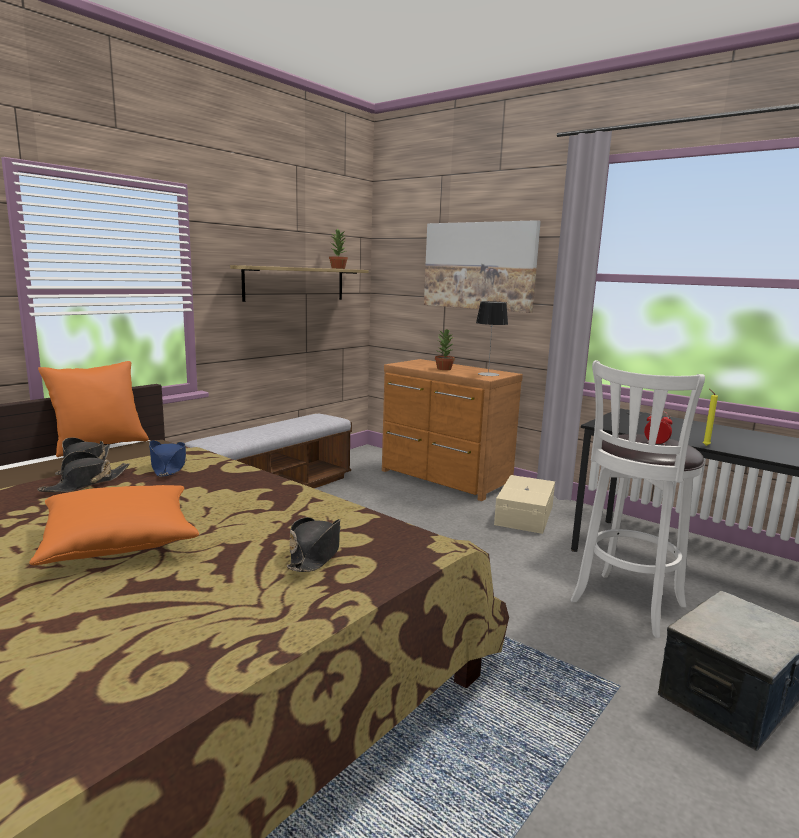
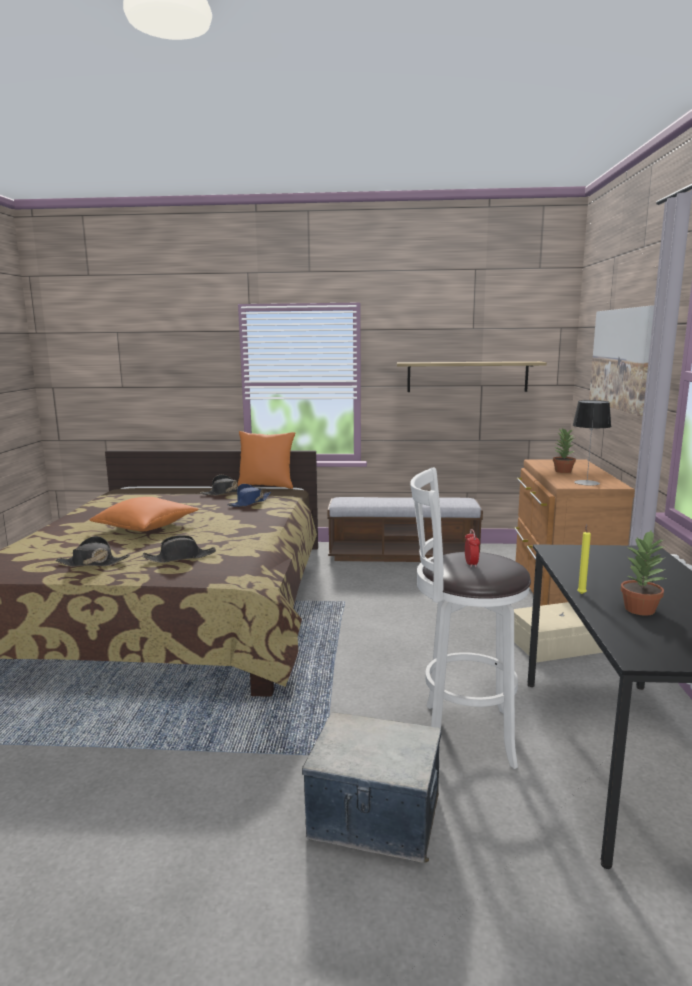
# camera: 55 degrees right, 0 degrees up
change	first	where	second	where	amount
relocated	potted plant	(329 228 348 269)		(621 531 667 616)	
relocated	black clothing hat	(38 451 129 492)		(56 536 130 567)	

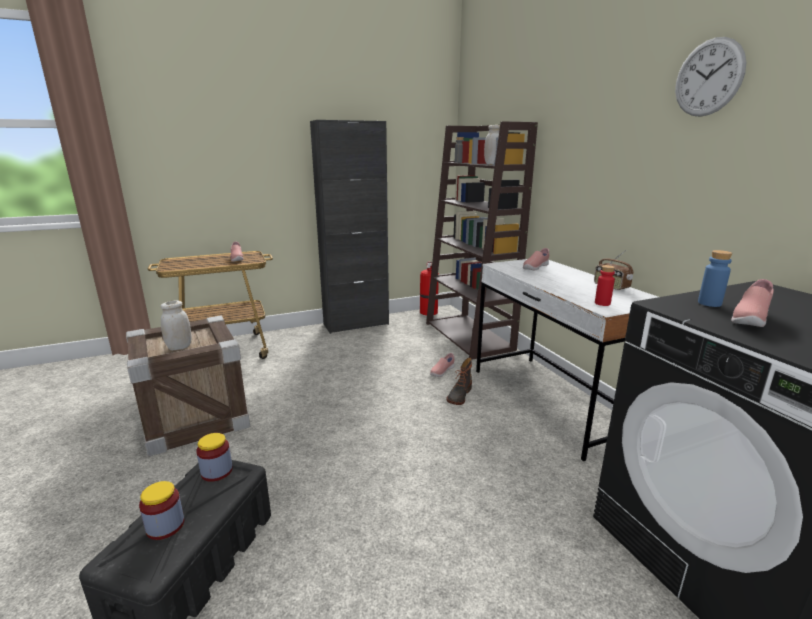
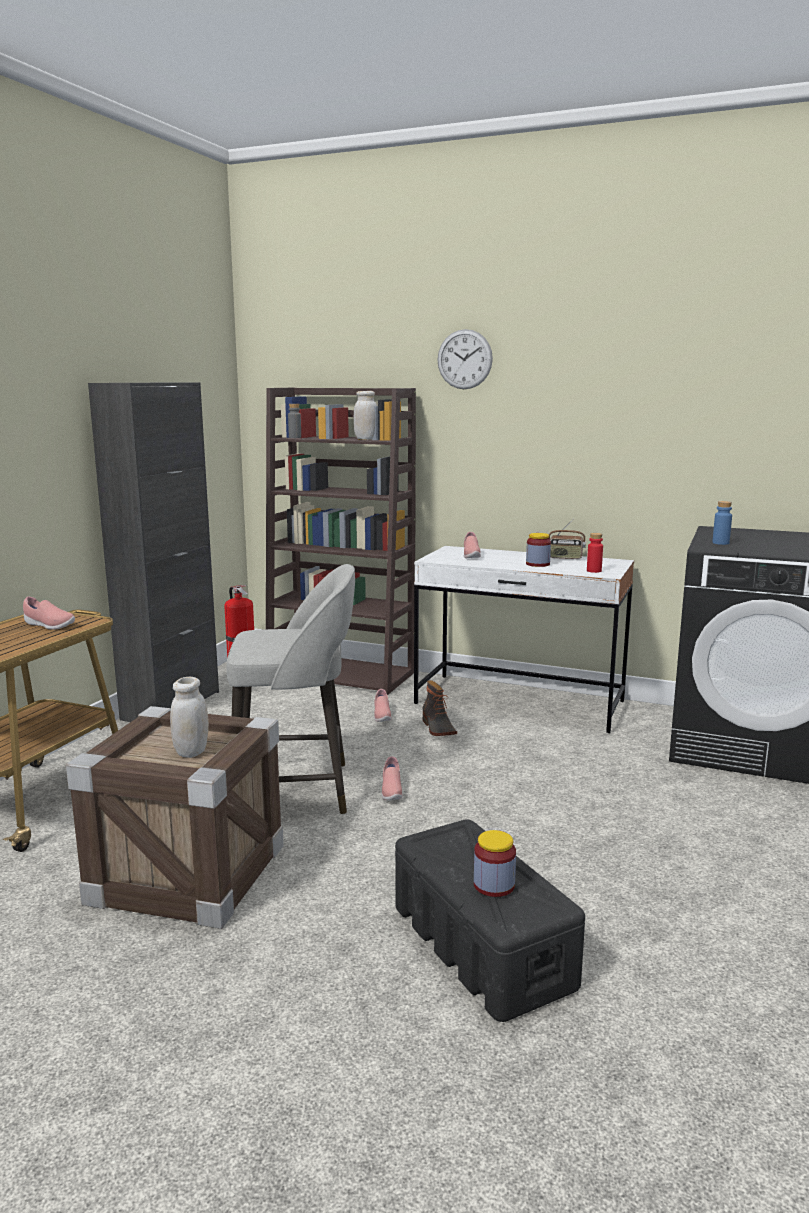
# camera: 45 degrees left, 5 degrees down
change	first	where	second	where	amount
relocated	clock on the wall	(675 37 746 117)		(437 329 493 389)	
relocated	pink shoe	(731 279 774 327)		(382 756 403 801)	
relocated	preserve jar	(196 433 233 482)		(526 533 551 567)	
appeared			gray sitting stool	(226 564 355 815)	

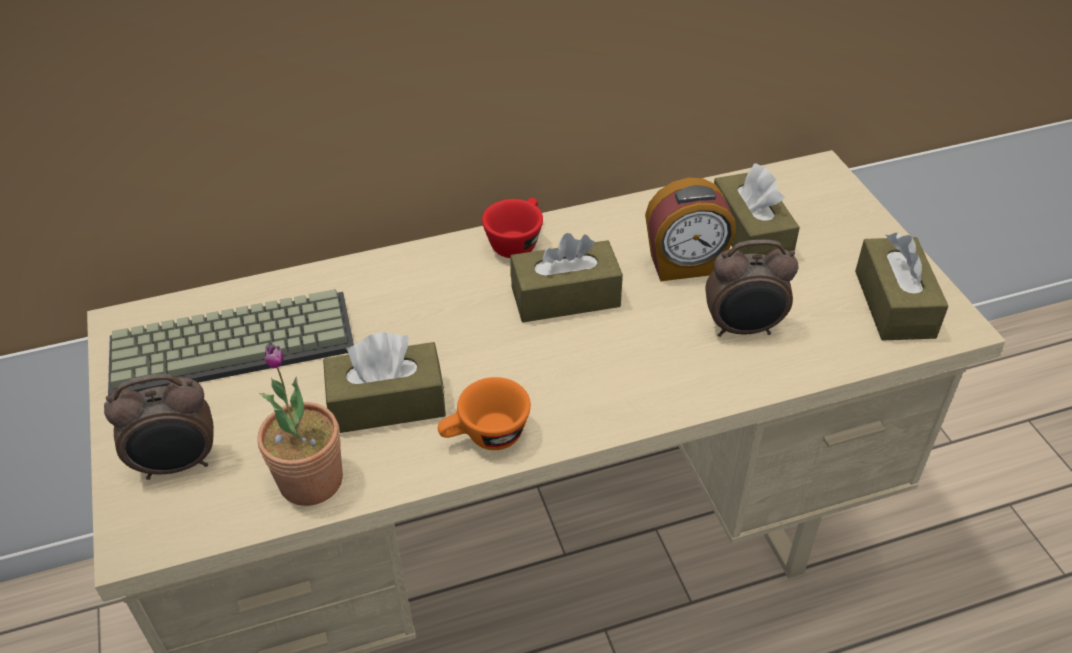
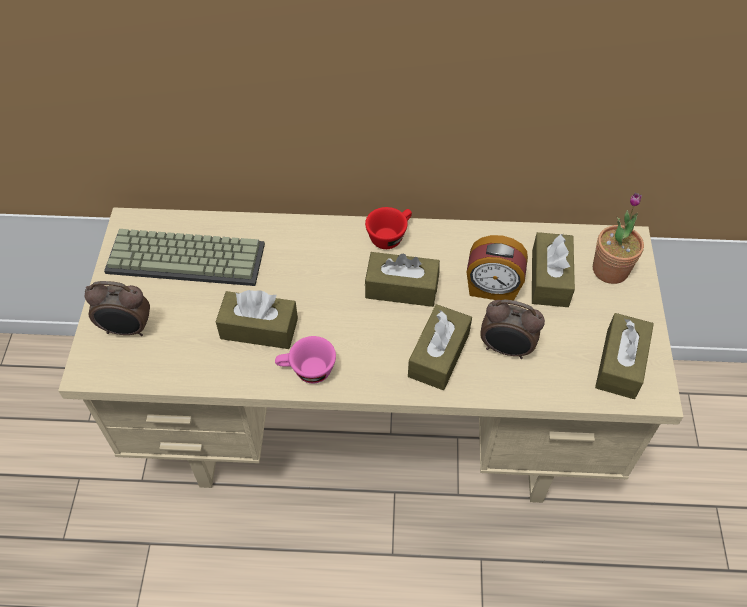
# camera: 20 degrees right, 10 degrees up
change	first	where	second	where	amount
relocated	potted plant	(258 344 343 506)		(593 192 644 284)	
colour	orange small cup	(438 377 531 450)	pink small cup	(275 336 336 384)	
appeared			brown box of tissues	(408 304 472 390)	

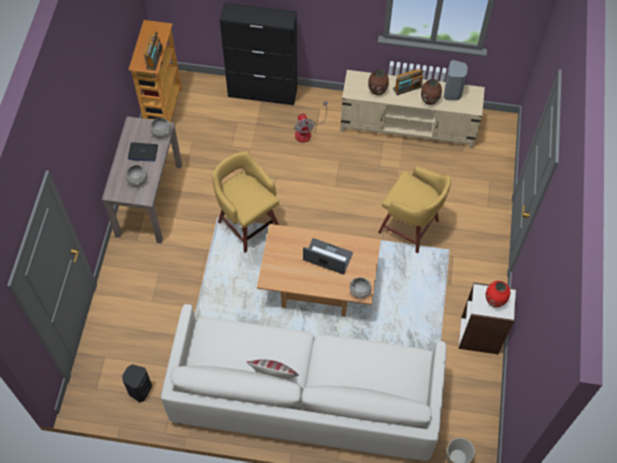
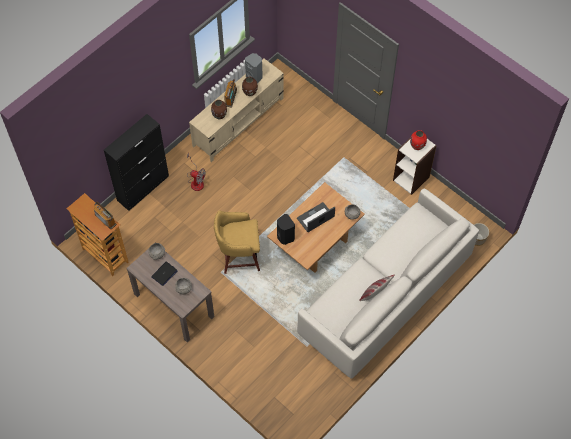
# camera: 55 degrees left, 0 degrees up
change	first	where	second	where	amount
missing	yellow sitting stool	(378 166 451 253)			
relocated	black speaker	(122 364 152 402)		(277 214 295 245)	

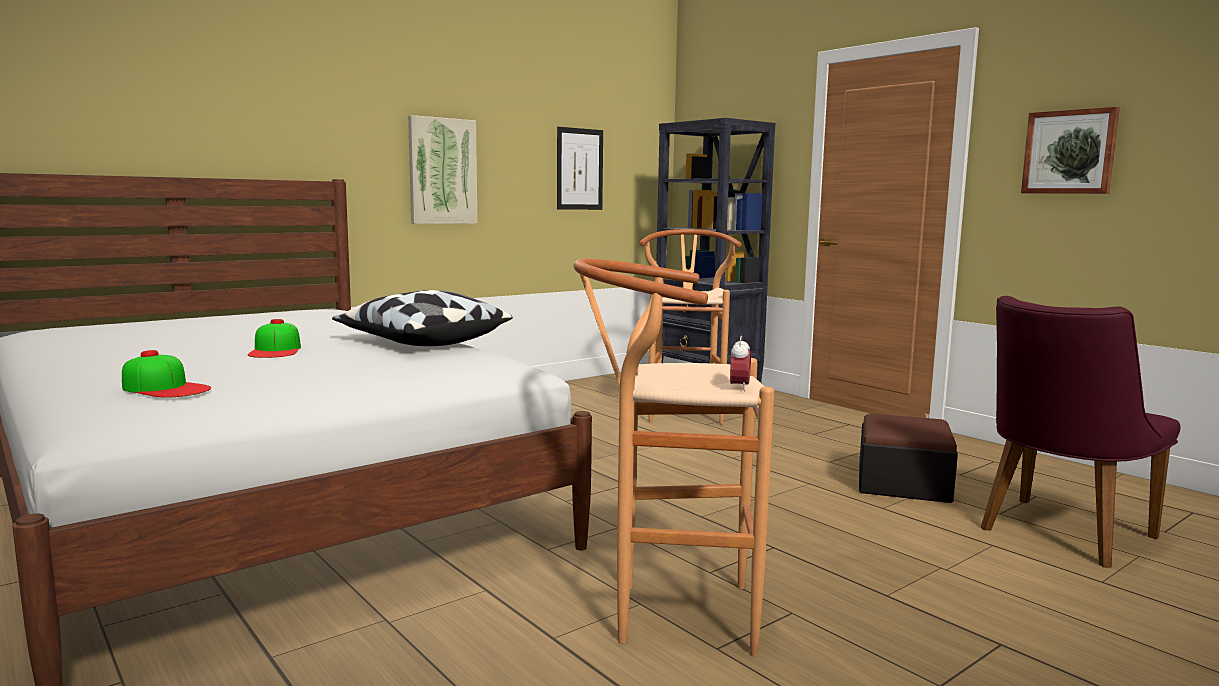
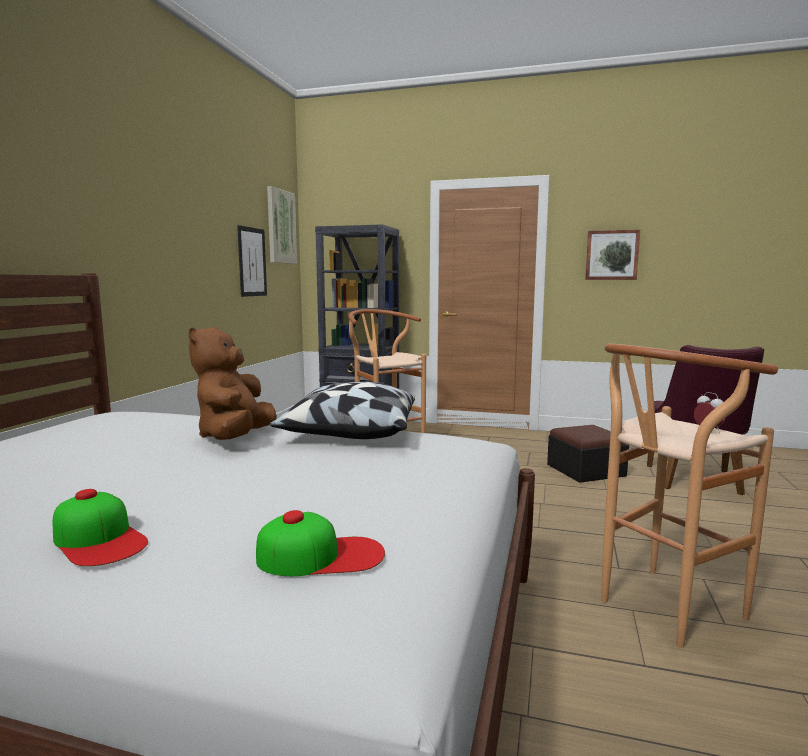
# camera: 35 degrees left, 0 degrees up
change	first	where	second	where	amount
relocated	wall picture	(408 115 478 224)		(267 186 297 264)	
relocated	cap	(248 319 301 358)		(53 489 148 566)	
appeared			brown plush toy	(189 327 277 440)	

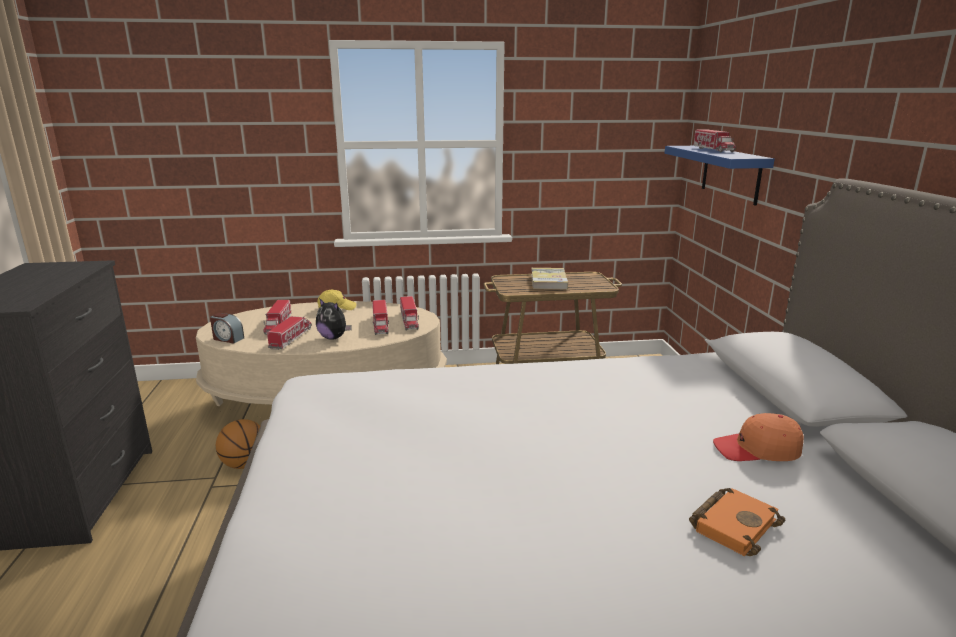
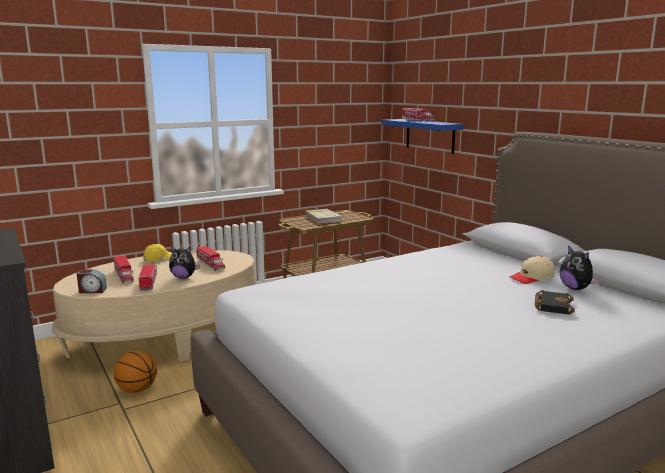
# camera: 25 degrees left, 5 degrees down
change	first	where	second	where	amount
missing	model truck	(400 296 419 330)			
colour	orange cap	(713 413 804 461)	sand-coloured cap	(510 256 555 284)	
colour	orange bound book	(689 488 786 556)	black bound book	(535 290 575 315)	
appeared			plush toy	(559 246 599 290)	

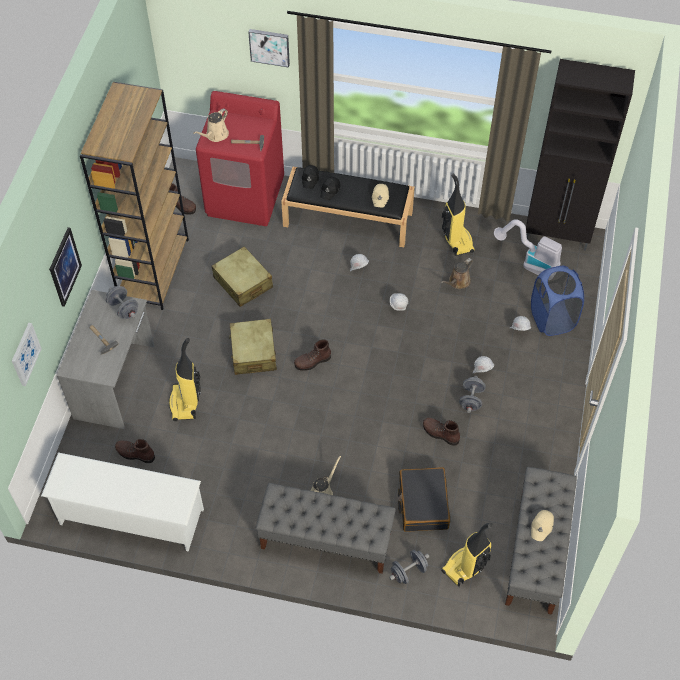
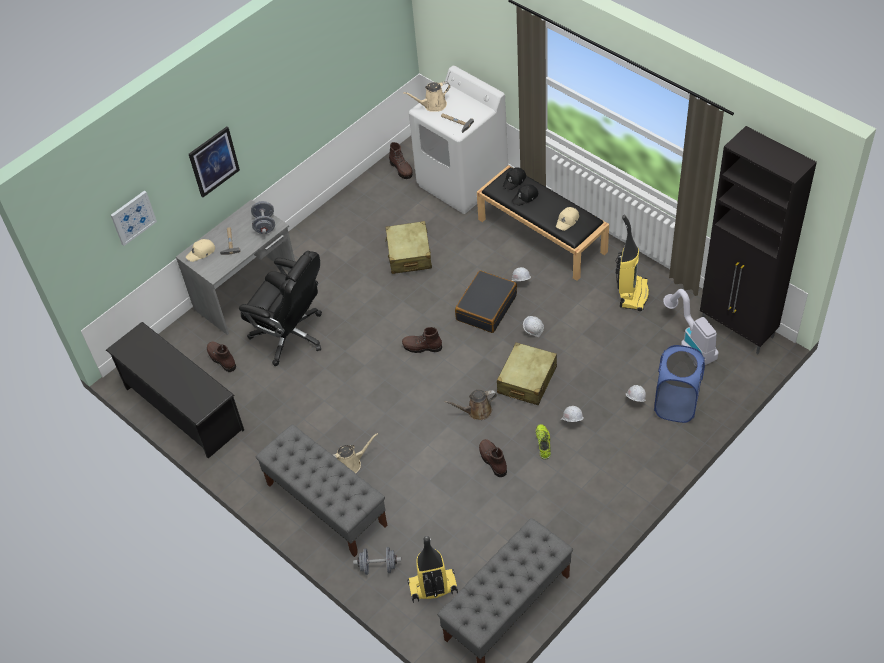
# camera: 35 degrees right, 5 degrees down
change	first	where	second	where	amount
missing	wall picture	(248 29 290 68)			
missing	brown shelving unit	(80 82 189 310)			
colour	reddish washing machine	(196 91 284 226)	whitish washing machine	(409 66 508 214)	
relocated	brown watering pot	(441 258 473 289)		(444 390 497 420)	
relocated	sand-coloured travel case	(229 319 277 375)		(497 342 557 405)	
exchanged	hoover	(169 338 201 421)	black computer chair	(239 251 322 366)	
exchanged	gray free weight	(459 376 486 413)	shoe	(536 424 551 459)	
colour	whitish shoe shelf	(41 452 204 552)	black shoe shelf	(106 322 244 459)	
relocated	black travel case	(398 468 450 532)		(455 270 517 333)	
relocated	sand-coloured cap	(531 510 554 541)		(186 239 215 262)	

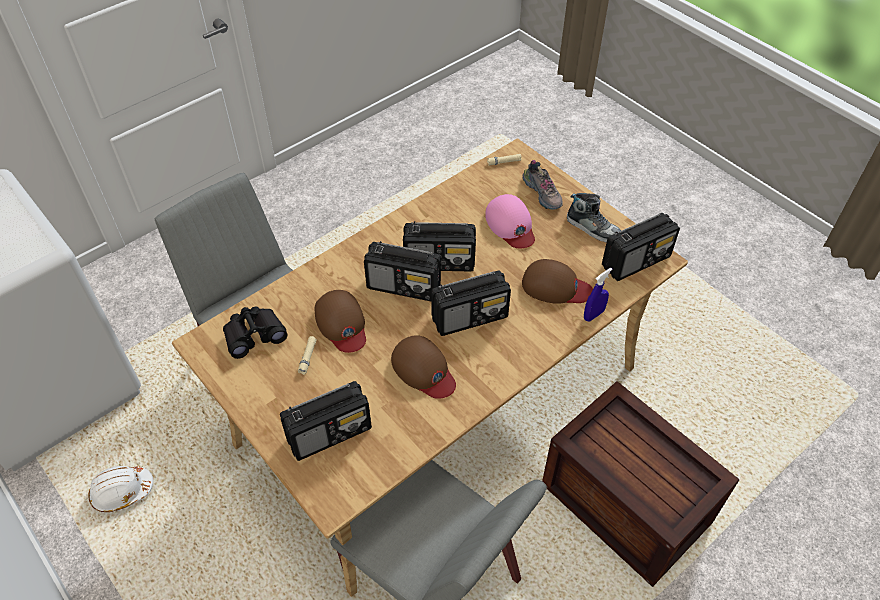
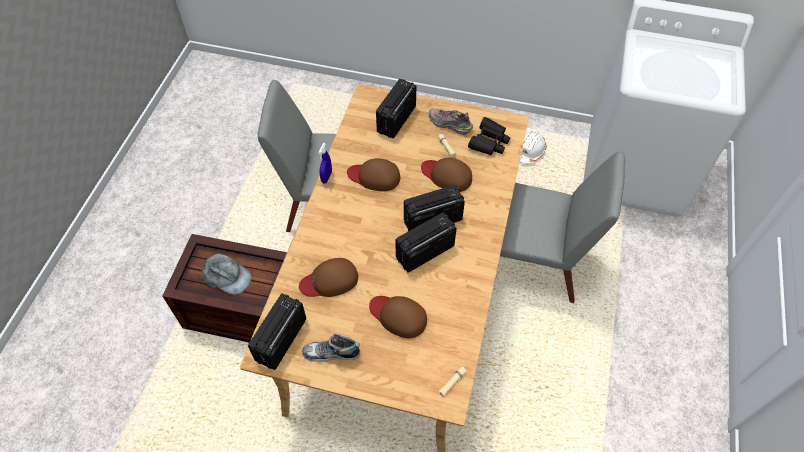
# camera: 145 degrees right, 5 degrees up
change	first	where	second	where	amount
relocated	shoe	(523 160 563 209)		(429 109 473 135)	
colour	pink cap	(485 194 535 248)	brown cap	(369 296 427 338)	
relocated	blue-coloured sprayer	(584 268 612 322)		(319 143 332 184)	
missing	radio receiver	(431 271 511 336)			
appeared			gray cap	(202 254 252 295)	

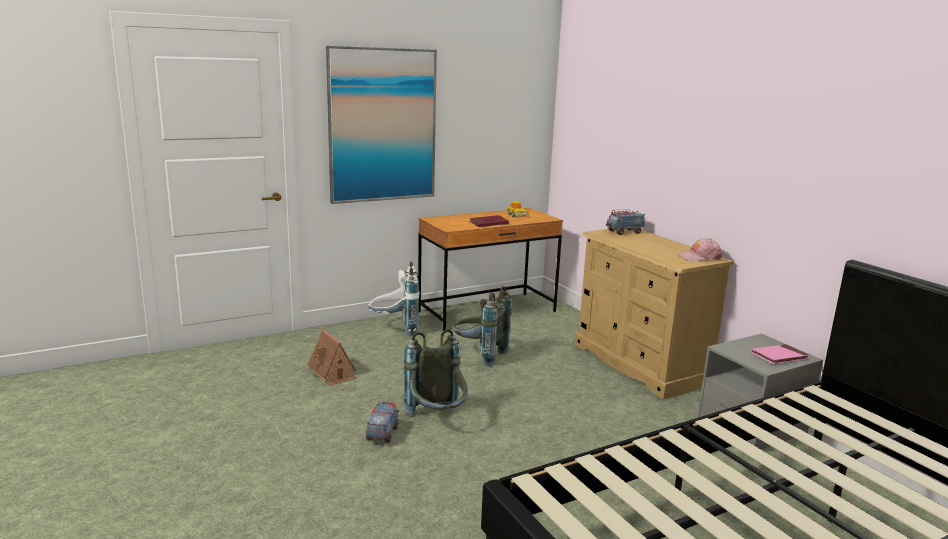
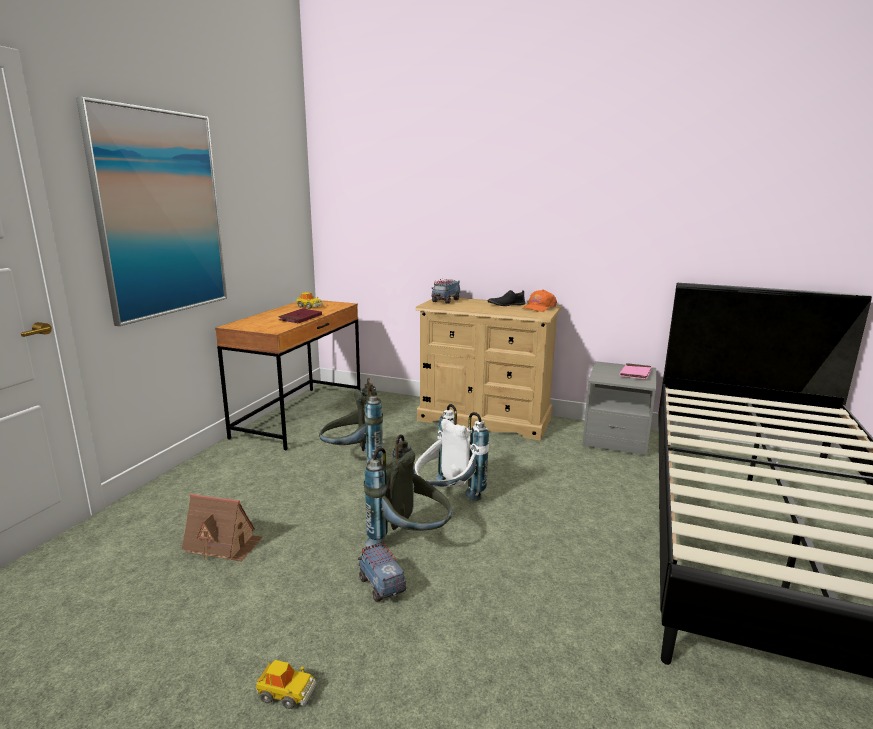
# camera: 40 degrees left, 0 degrees up
change	first	where	second	where	amount
colour	pink cap	(678 238 723 262)	orange cap	(522 289 557 312)	
relocated	whitish rucksack	(368 262 420 336)		(414 404 489 501)	
appeared			black shoe	(487 290 526 306)	
appeared			toy car	(256 660 317 709)	

